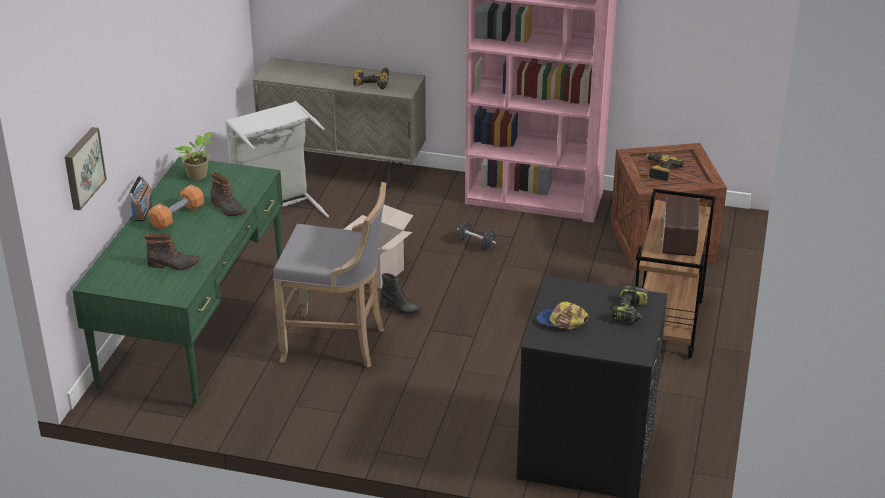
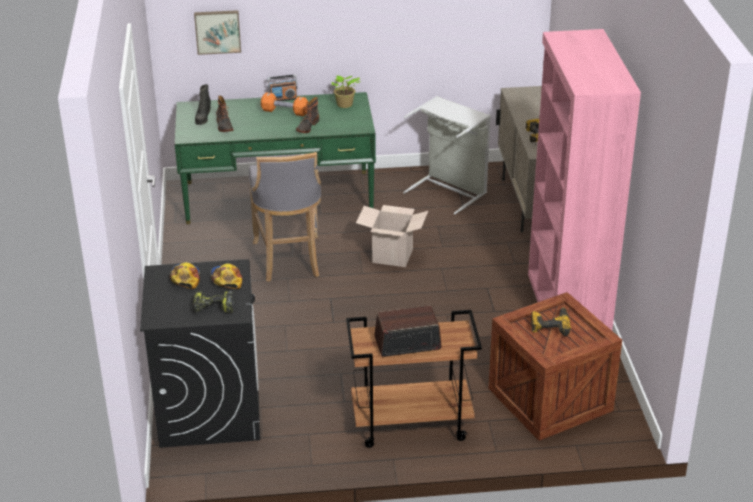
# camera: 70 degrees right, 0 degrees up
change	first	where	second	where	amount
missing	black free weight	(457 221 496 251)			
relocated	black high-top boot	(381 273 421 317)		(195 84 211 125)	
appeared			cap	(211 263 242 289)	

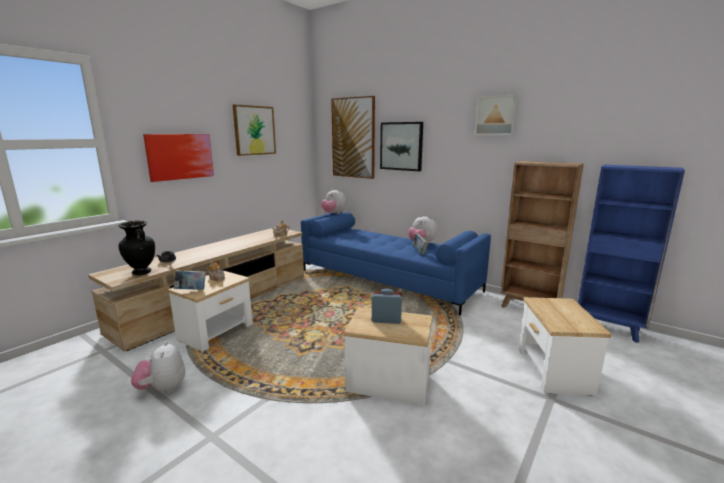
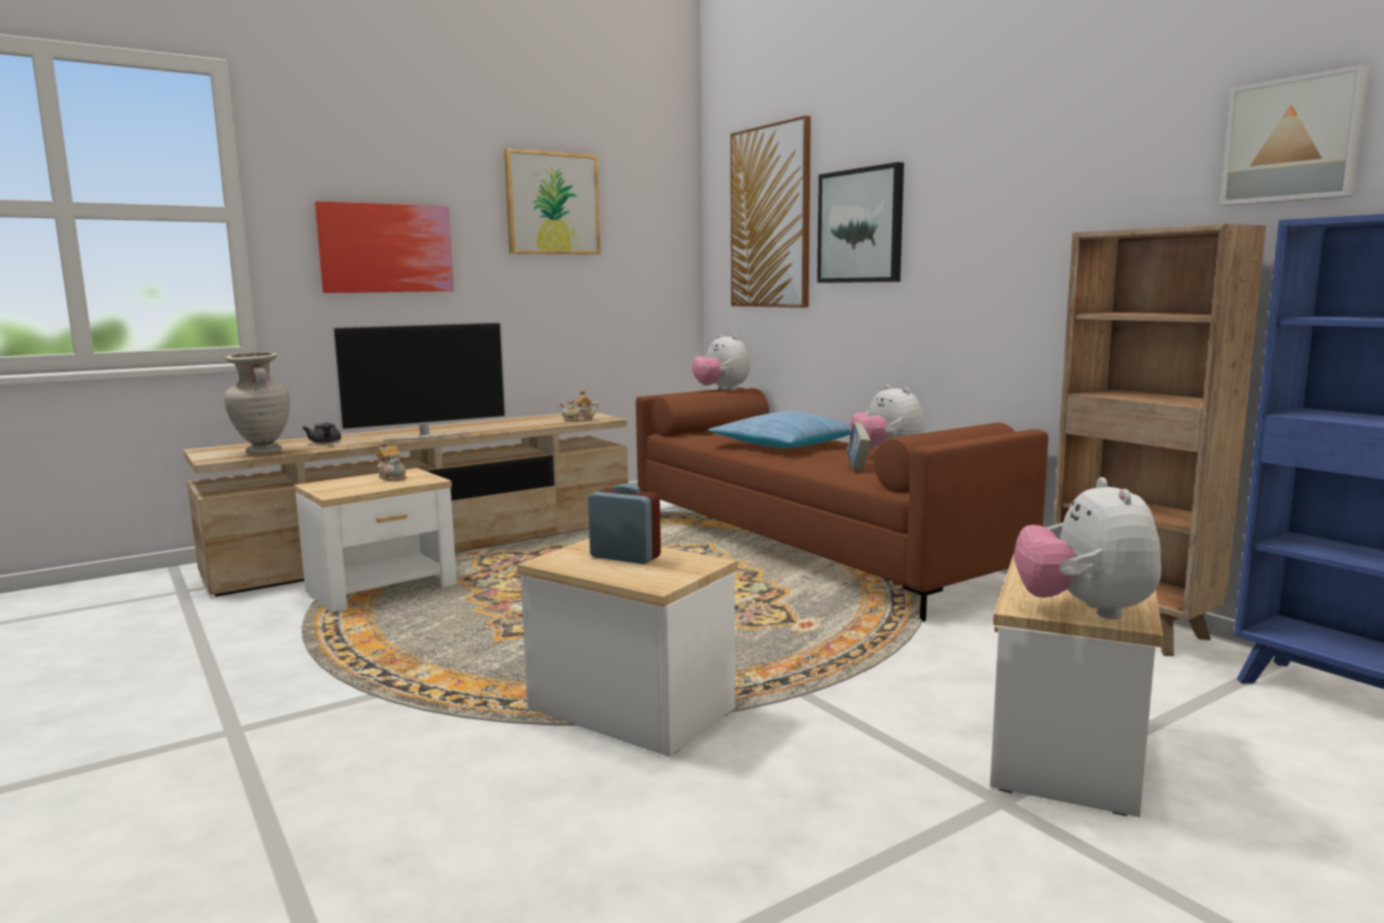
# camera: 20 degrees right, 5 degrees down
change	first	where	second	where	amount
relocated	wall picture	(475 94 518 135)		(1220 65 1370 206)	
colour	blue-coloured settee	(301 211 491 316)	brown settee	(636 387 1048 622)	
colour	black vase	(118 220 155 275)	sand-coloured vase	(224 353 290 455)	
missing	bound book	(174 270 206 290)			
relocated	plush toy	(131 341 185 393)		(1014 477 1161 619)	
appeared			TV	(331 321 507 441)	
appeared			throw pillow	(708 411 851 448)	

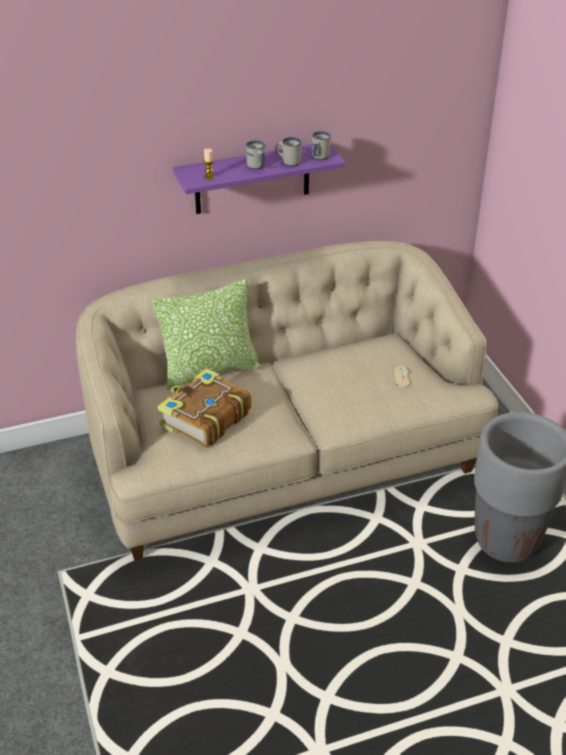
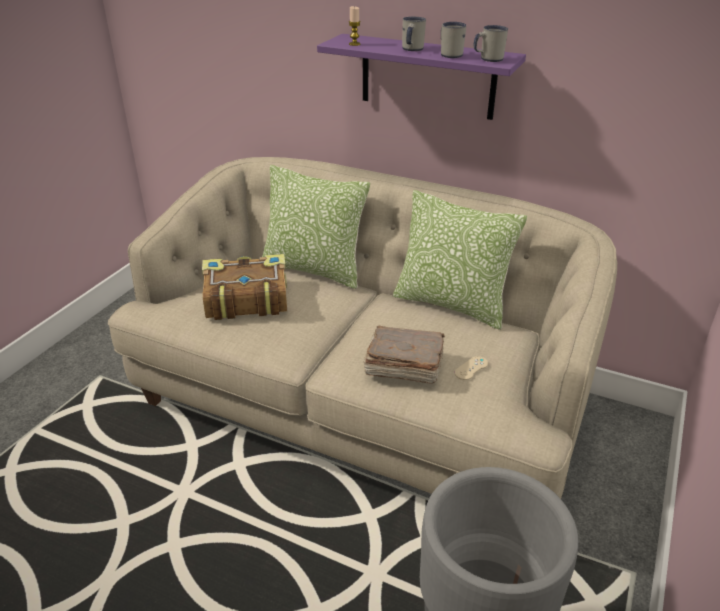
# camera: 45 degrees right, 5 degrees down
change	first	where	second	where	amount
appeared			throw pillow	(393 190 527 330)	
appeared			brown bound book	(364 326 445 384)	

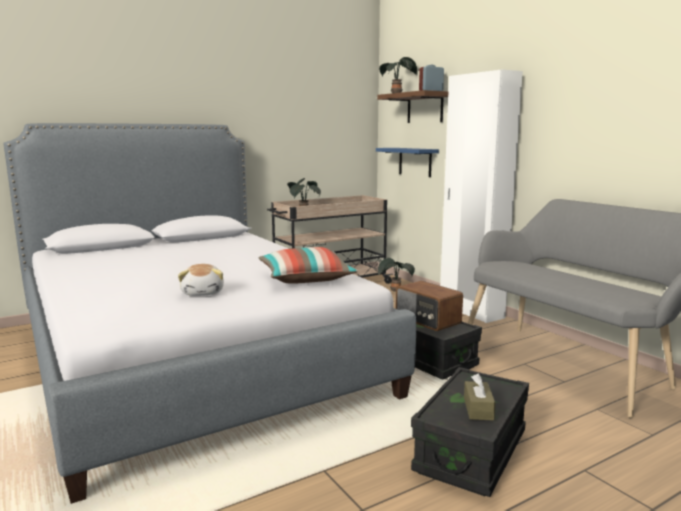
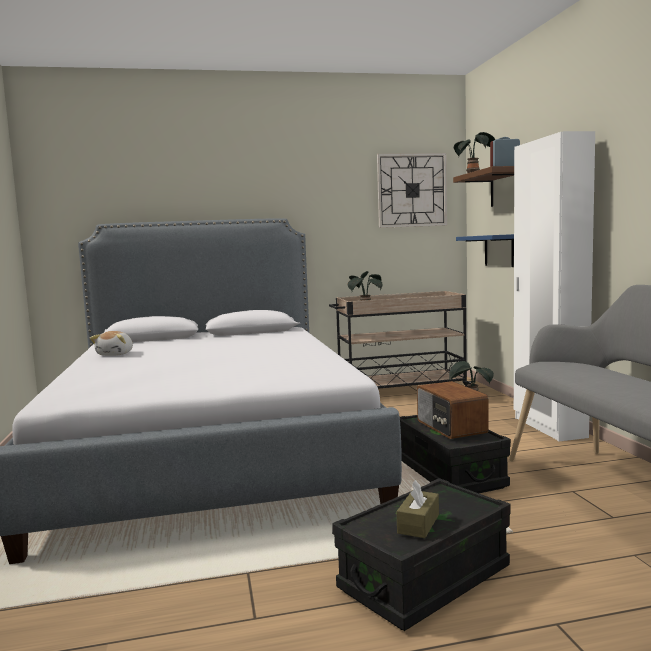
# camera: 20 degrees right, 5 degrees down
change	first	where	second	where	amount
missing	throw pillow	(258 247 358 284)			
relocated	plush toy	(178 264 224 296)		(90 331 133 356)	
appeared			clock on the wall	(377 153 447 228)	

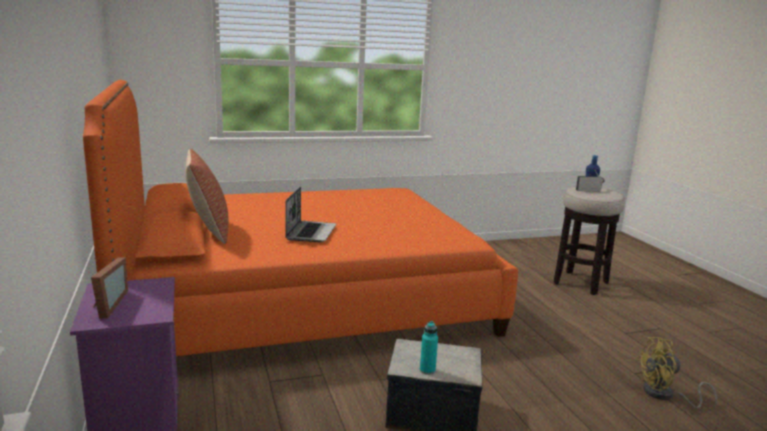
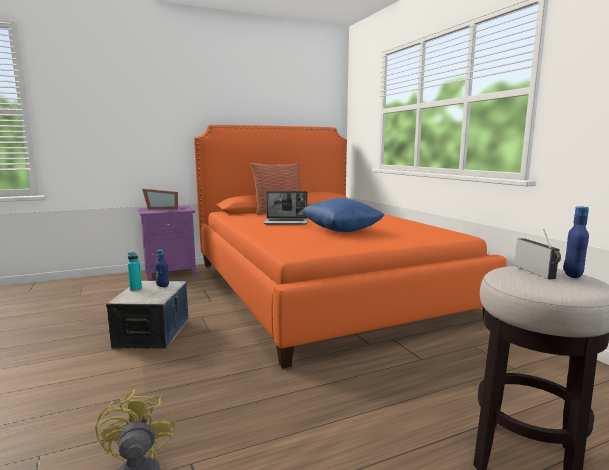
# camera: 85 degrees right, 5 degrees down
change	first	where	second	where	amount
appeared			blue-coloured throw pillow	(302 198 384 232)	
appeared			blue-coloured drink bottle	(155 249 169 287)	

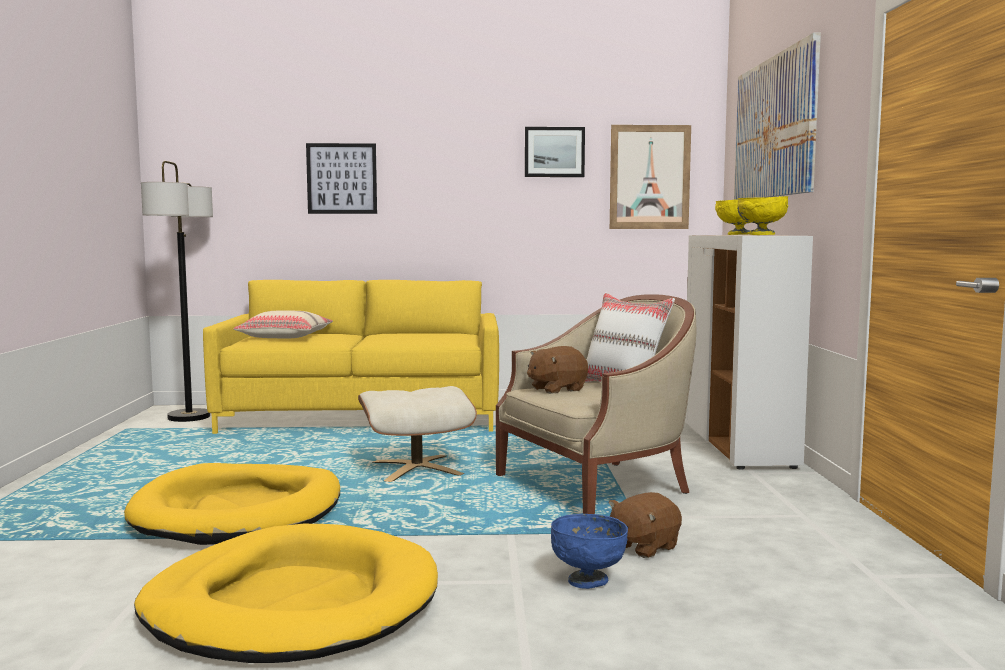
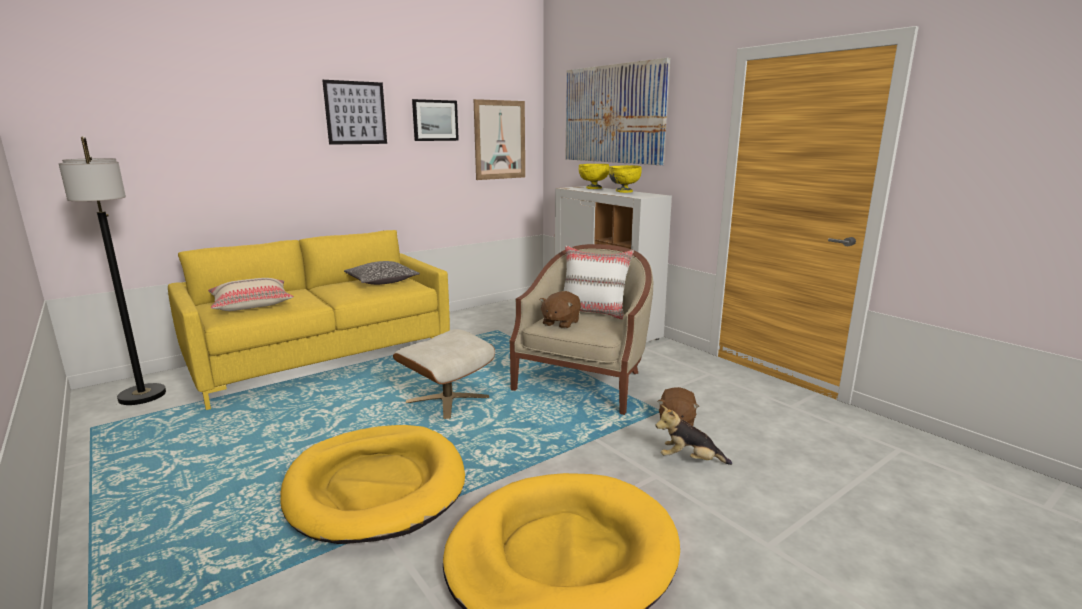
# camera: 35 degrees left, 10 degrees up
change	first	where	second	where	amount
relocated	wall picture	(306 143 377 214)		(322 80 387 145)	
exchanged	blue-coloured bowl	(551 514 628 589)	plush toy	(656 405 732 465)	
appeared			throw pillow	(344 261 420 285)	

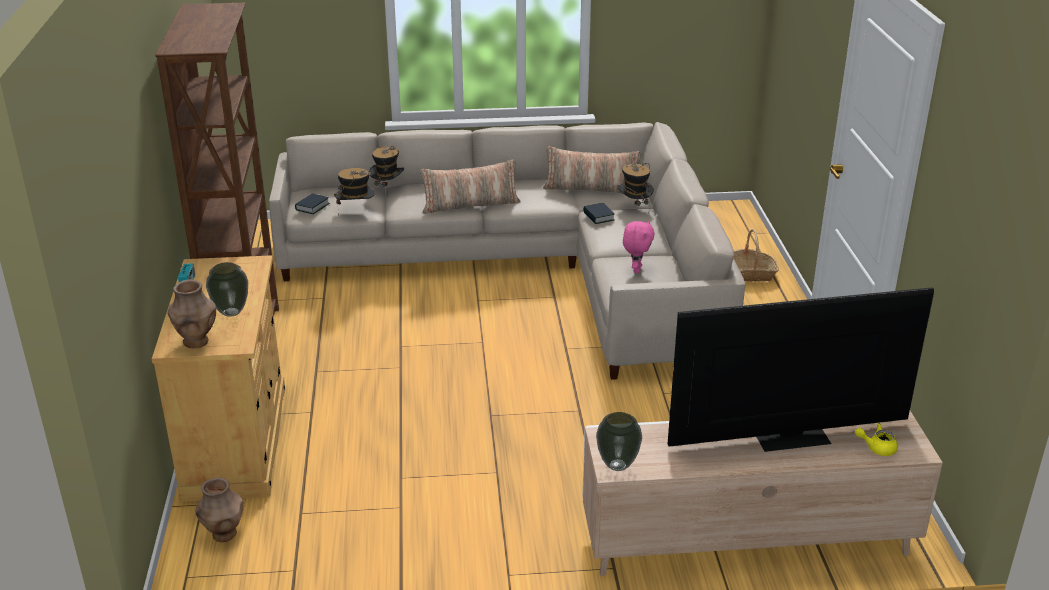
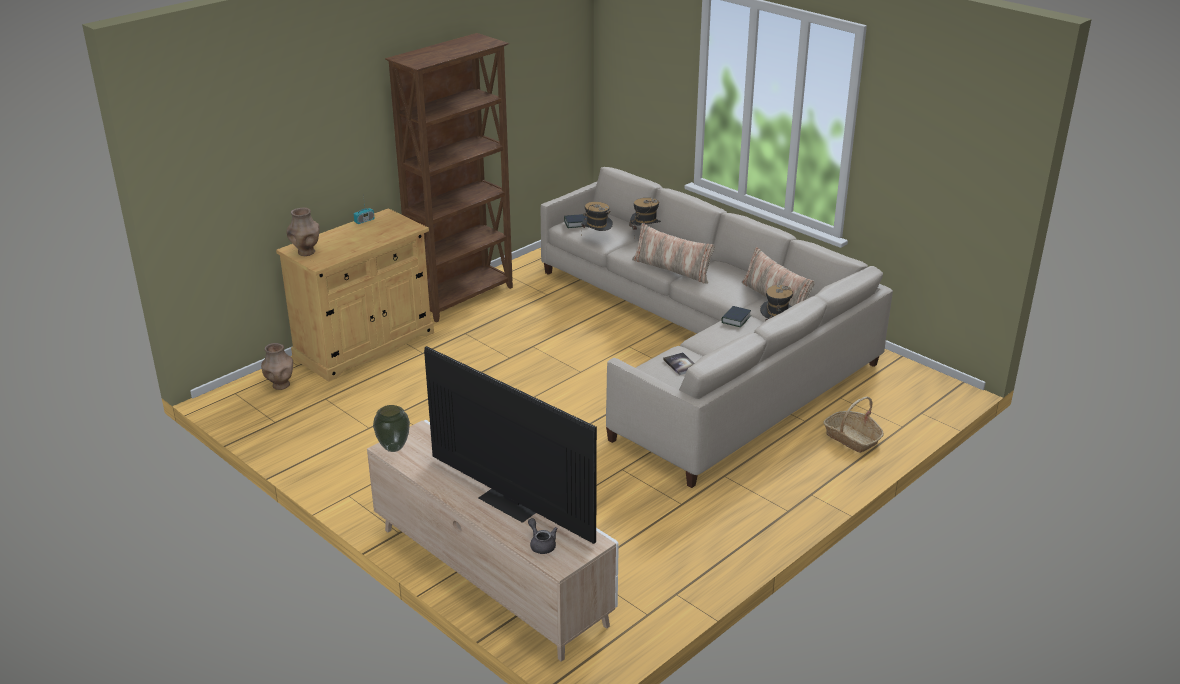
# camera: 50 degrees right, 0 degrees up
change	first	where	second	where	amount
exchanged	pink plush toy	(623 220 655 273)	bound book	(663 352 694 375)	
missing	vase	(206 262 248 317)			
colour	yellow tea pot	(855 423 898 456)	gray tea pot	(528 518 558 554)	

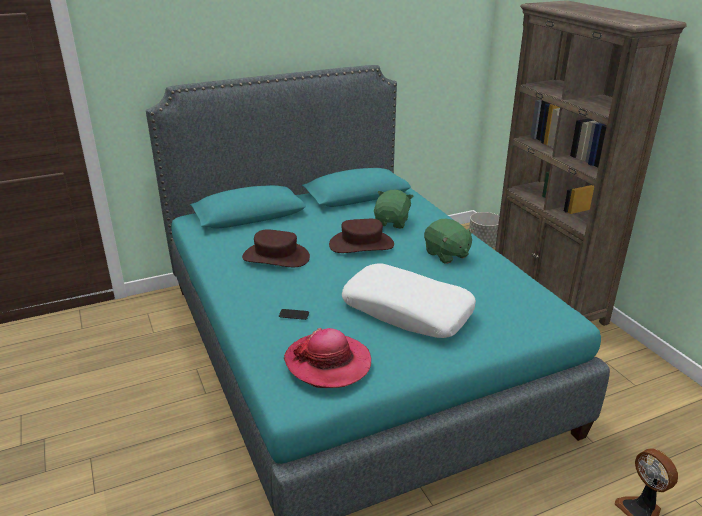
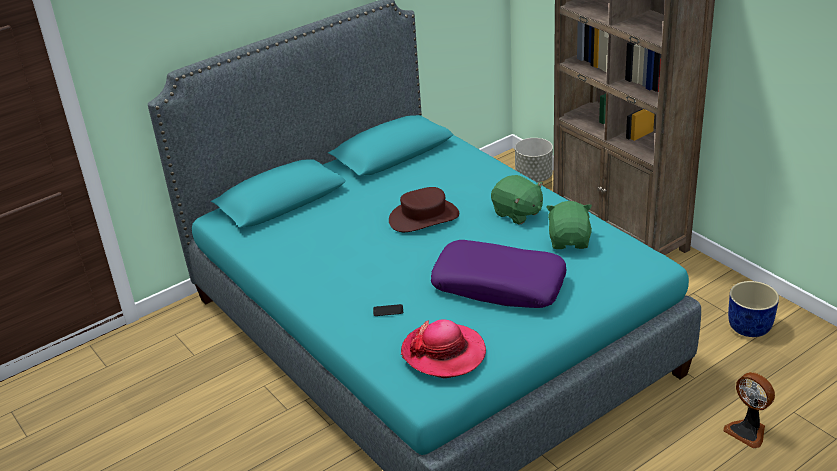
# camera: 10 degrees left, 5 degrees up
change	first	where	second	where	amount
relocated	green plush toy	(374 190 413 228)		(546 201 592 249)	
missing	brown clothing hat	(242 230 310 267)			
colour	whitish throw pillow	(342 263 476 338)	purple-coloured throw pillow	(431 240 566 308)	
appeared			blue-coloured flower pot	(728 281 779 337)	

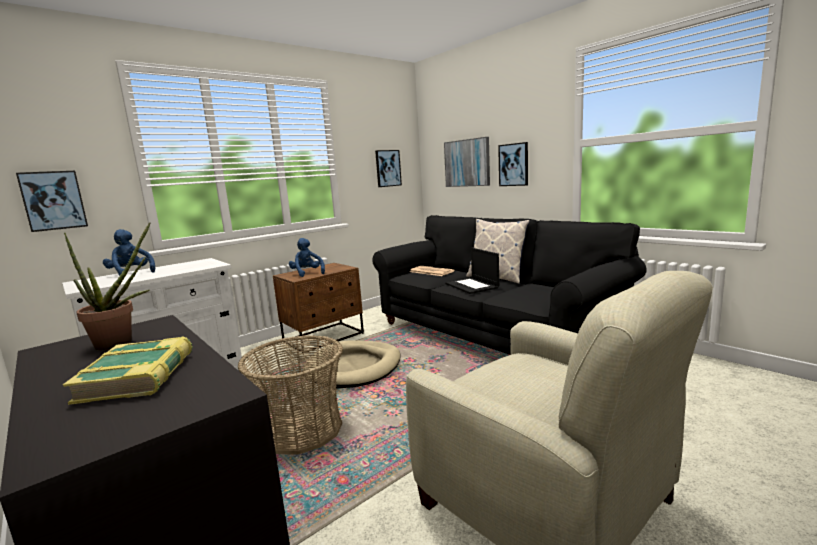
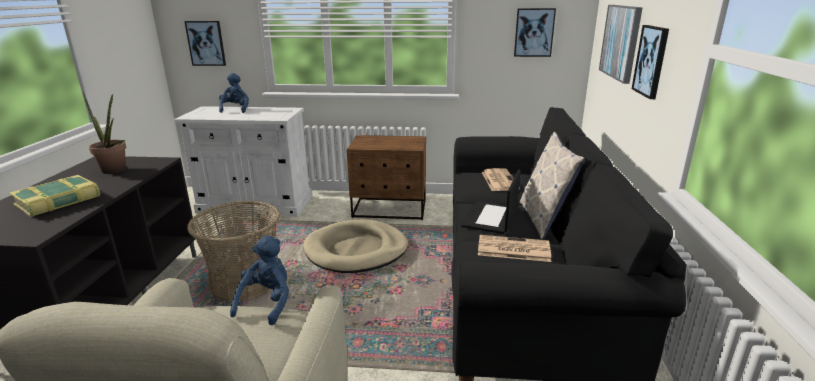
# camera: 45 degrees right, 10 degrees up
change	first	where	second	where	amount
relocated	blue-coloured plush toy	(289 238 325 277)		(230 236 289 325)	
appeared			printed paper	(478 235 551 262)	

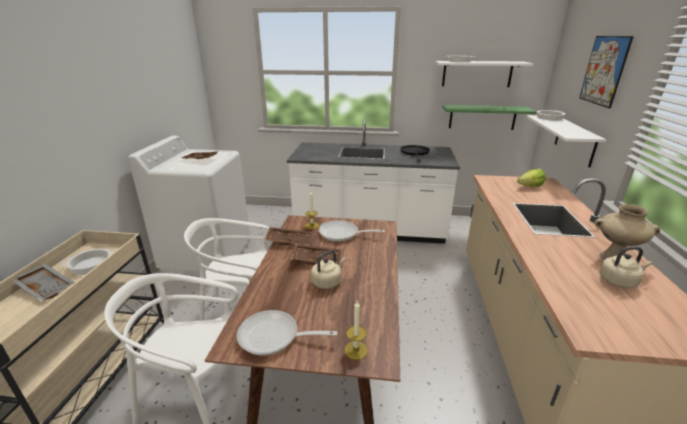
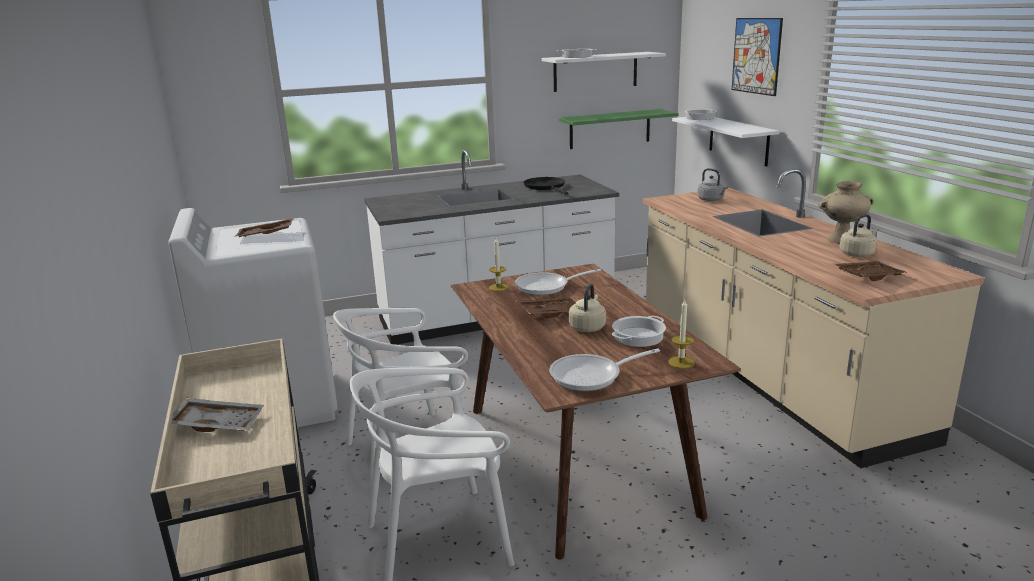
# camera: 25 degrees left, 5 degrees down
change	first	where	second	where	amount
exchanged	lettuce head	(517 169 546 187)	gray kettle	(697 168 728 201)	
relocated	brown serving tray	(264 227 312 246)		(834 261 908 281)	
relocated	cooking pot	(60 248 114 275)		(612 316 666 347)	

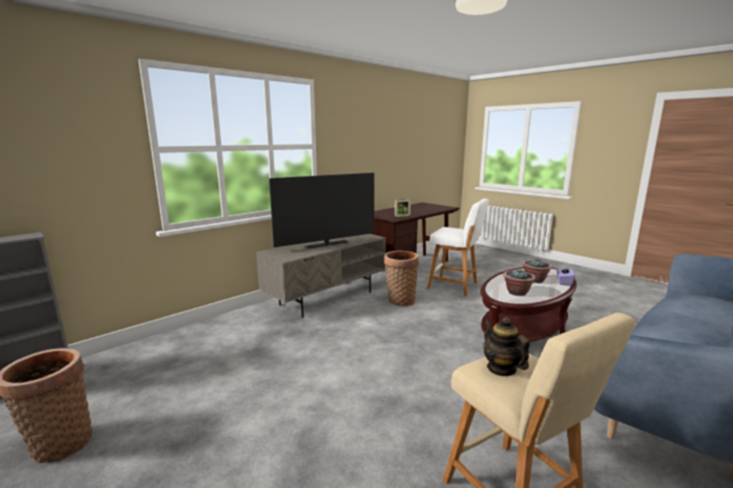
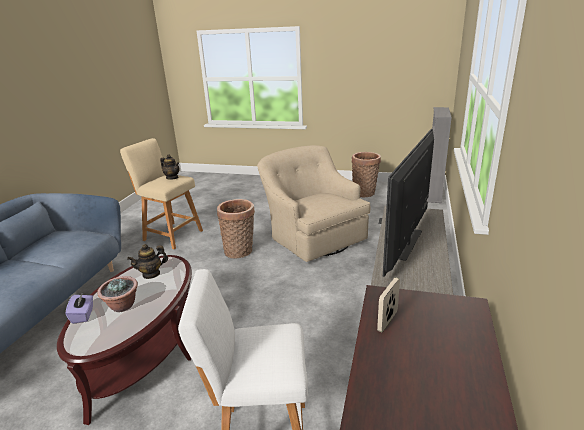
# camera: 150 degrees right, 10 degrees up
change	first	where	second	where	amount
relocated	storage basket	(384 250 419 306)		(217 199 255 259)	
exchanged	potted plant	(503 269 536 296)	tea pot	(127 244 168 279)	
appeared			sand-coloured armchair	(257 145 370 262)	

